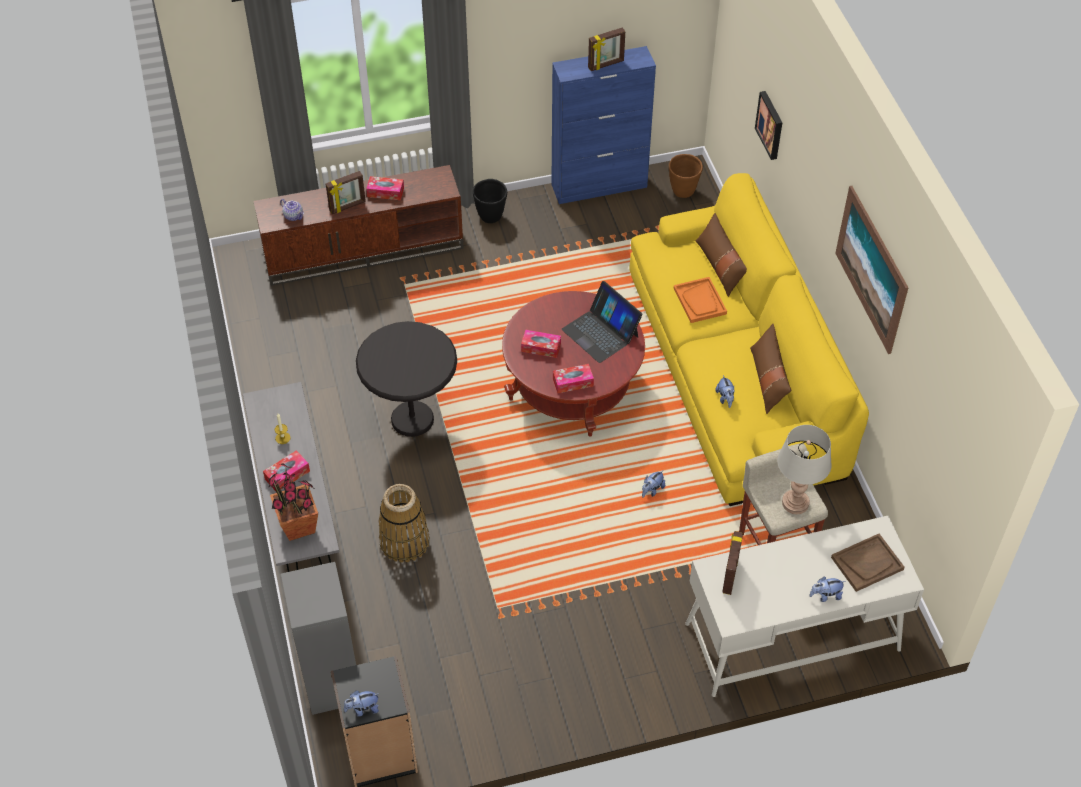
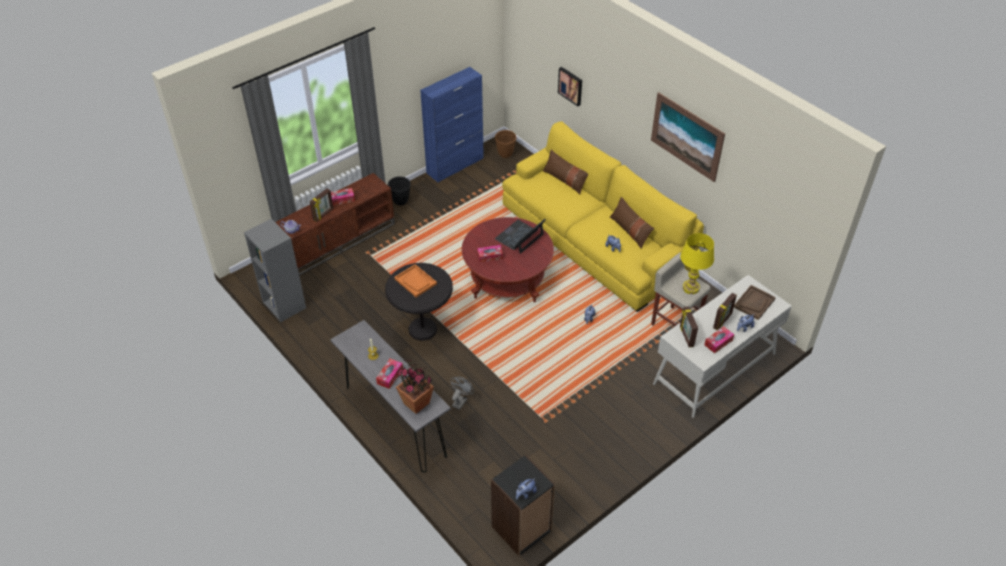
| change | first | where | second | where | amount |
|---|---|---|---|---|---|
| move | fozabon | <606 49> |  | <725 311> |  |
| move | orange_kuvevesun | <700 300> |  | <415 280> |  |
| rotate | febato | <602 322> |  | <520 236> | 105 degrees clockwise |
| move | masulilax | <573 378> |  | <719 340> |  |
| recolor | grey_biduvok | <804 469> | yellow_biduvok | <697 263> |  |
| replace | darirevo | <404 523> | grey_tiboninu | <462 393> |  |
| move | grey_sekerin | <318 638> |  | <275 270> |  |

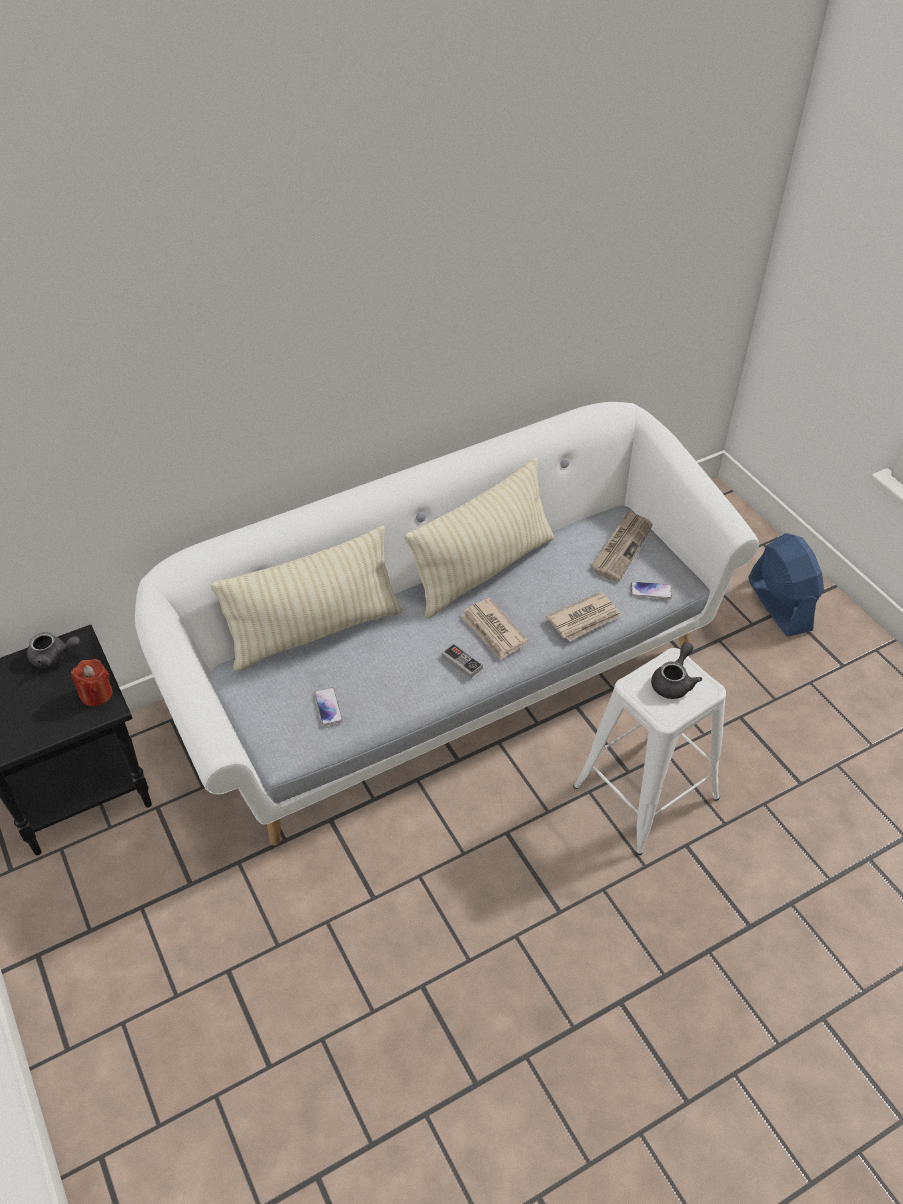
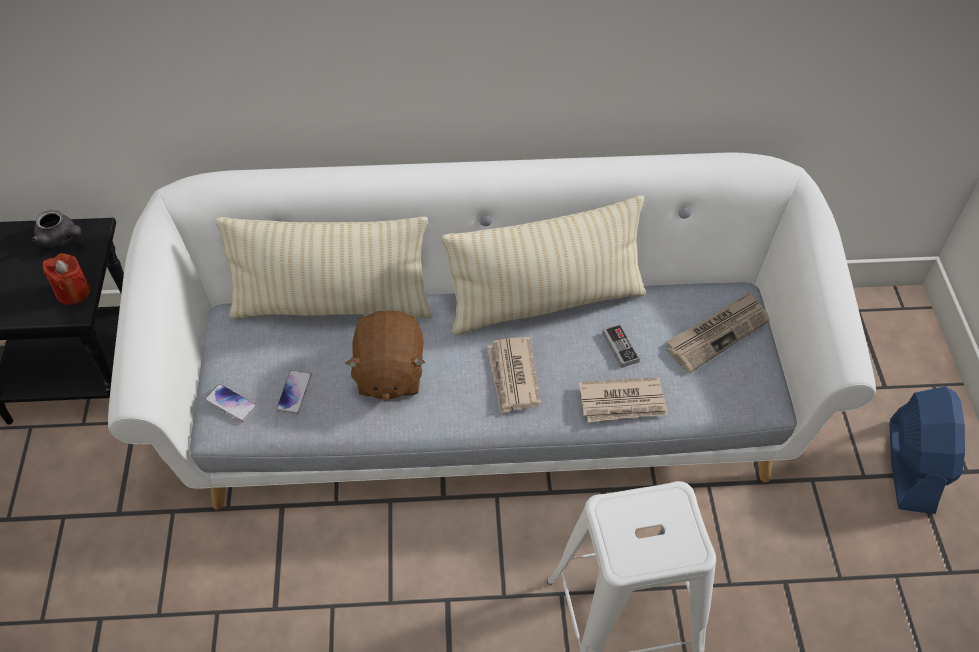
| change | first | where | second | where | amount |
|---|---|---|---|---|---|
| move | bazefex | <651 590> |  | <231 403> |  |
| delete | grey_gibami | <676 670> |  |  |  |
| move | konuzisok | <462 660> |  | <621 346> |  |
| insert |  |  | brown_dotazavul | <385 355> |  |

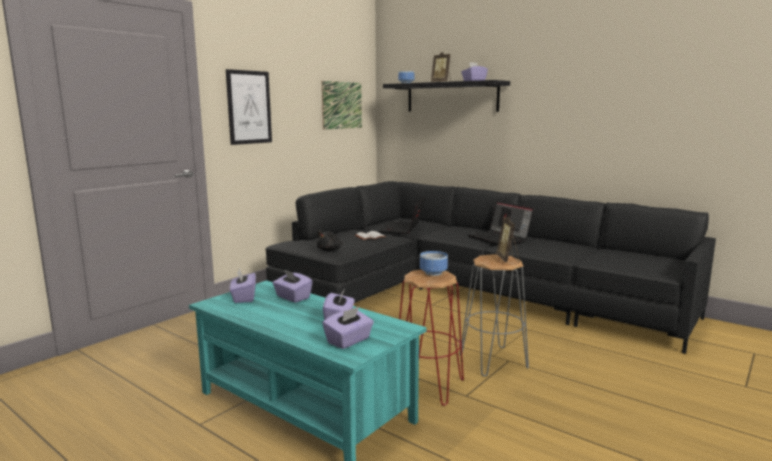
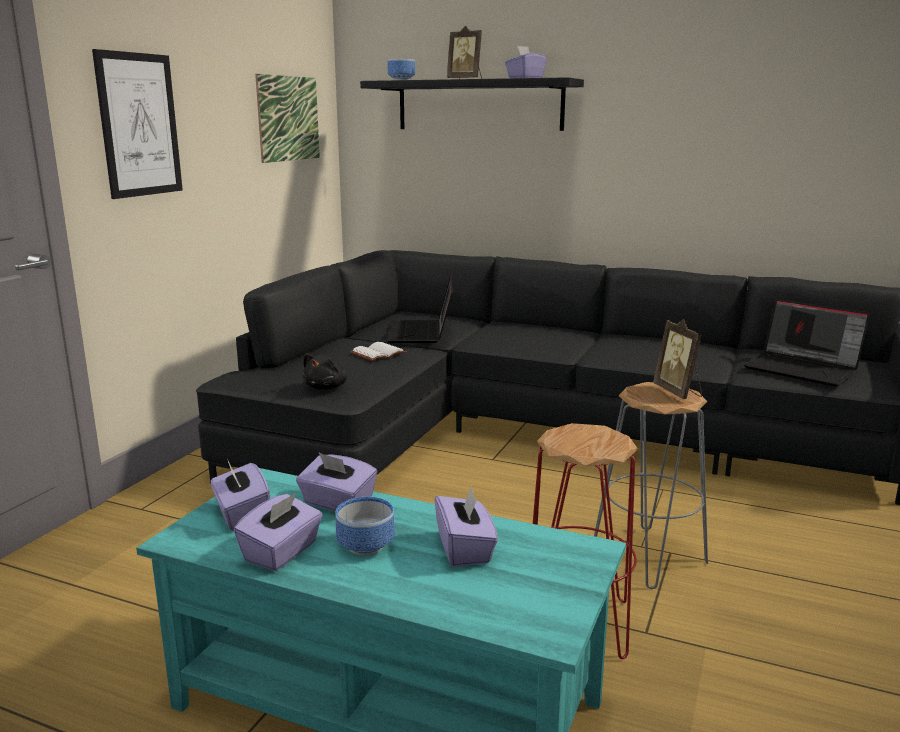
| change | first | where | second | where | amount |
|---|---|---|---|---|---|
| move | febato | <501 223> |  | <807 343> |  |
| move | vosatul | <434 263> |  | <365 526> |  |
| move | purple_masulilax | <348 328> |  | <278 531> |  |

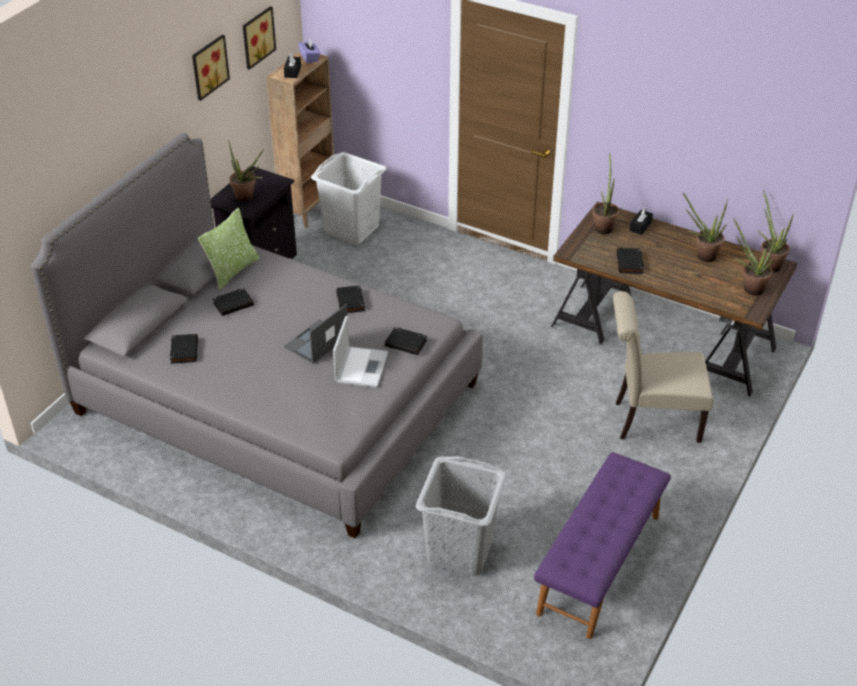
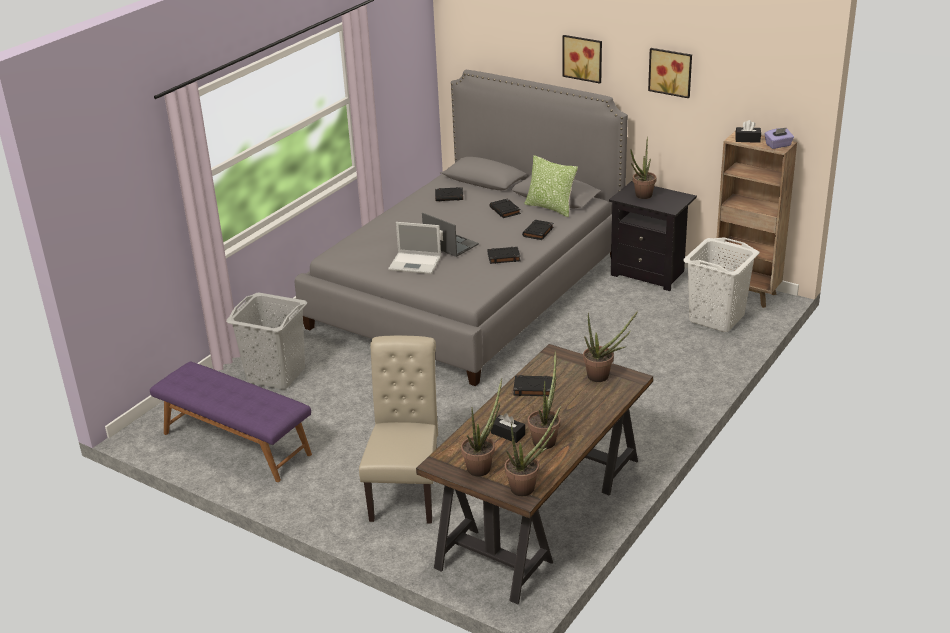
| change | first | where | second | where | amount |
|---|---|---|---|---|---|
| move | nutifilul | <259 38> |  | <582 59> |  |
| move | black_masulilax | <641 221> |  | <508 428> |  |
| move | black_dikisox | <406 341> |  | <538 230> |  |

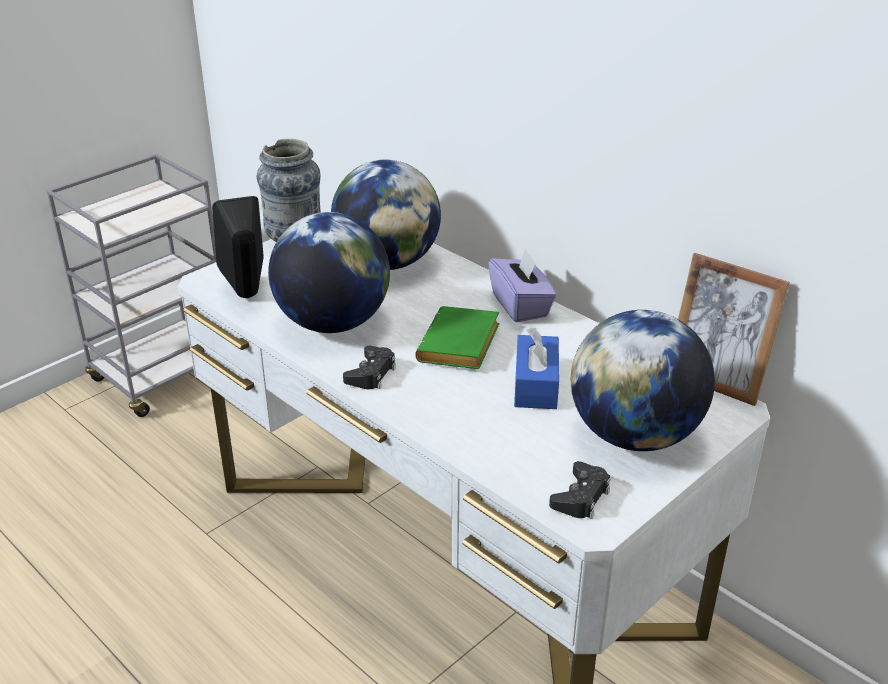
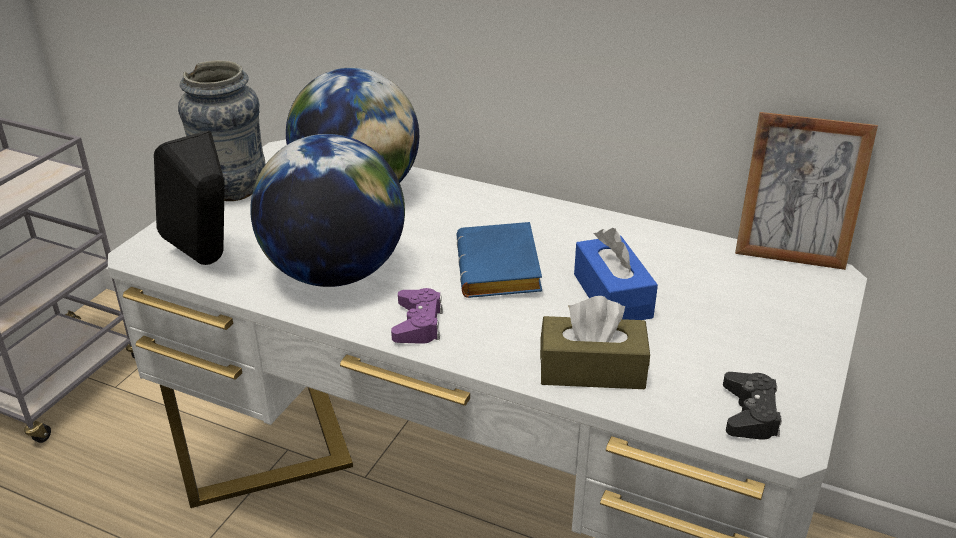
| change | first | where | second | where | amount |
|---|---|---|---|---|---|
| delete | purple_masulilax | <522 286> |  |  |  |
| recolor | green_dikisox | <457 337> | blue_dikisox | <499 260> |  |
| delete | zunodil | <643 380> |  |  |  |
| recolor | black_konuzisok | <369 367> | purple_konuzisok | <417 316> |  |
| insert |  |  | brown_masulilax | <595 342> |  |

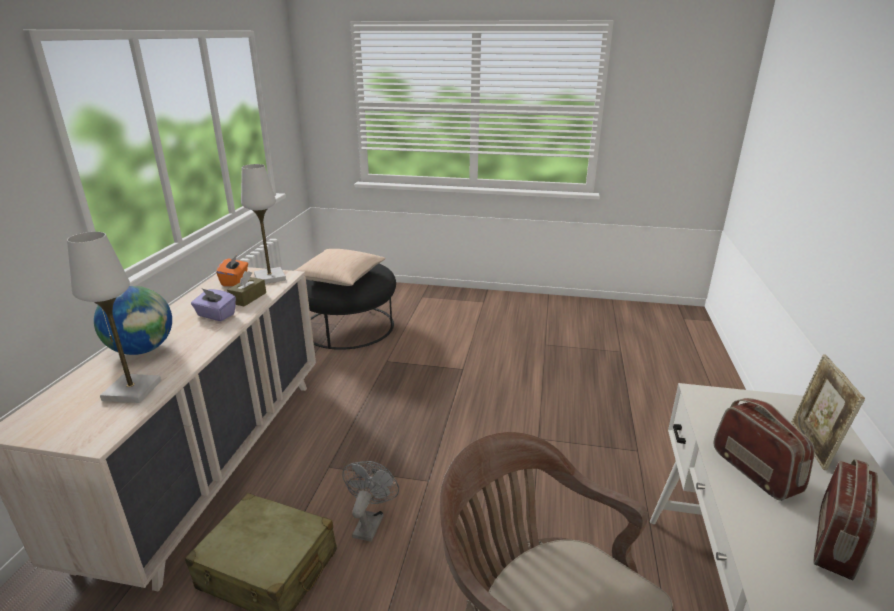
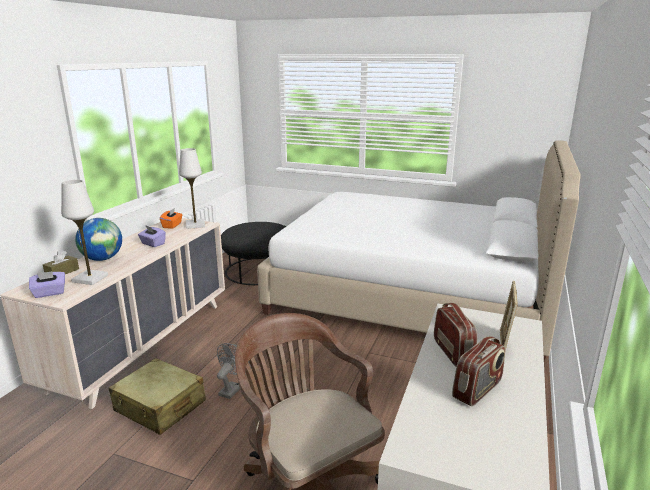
| change | first | where | second | where | amount |
|---|---|---|---|---|---|
| delete | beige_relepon | <340 267> |  |  |  |
| move | brown_masulilax | <246 289> |  | <61 262> |  |
| insert |  |  | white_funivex | <418 250> |  |
| insert |  |  | purple_masulilax | <47 284> |  |

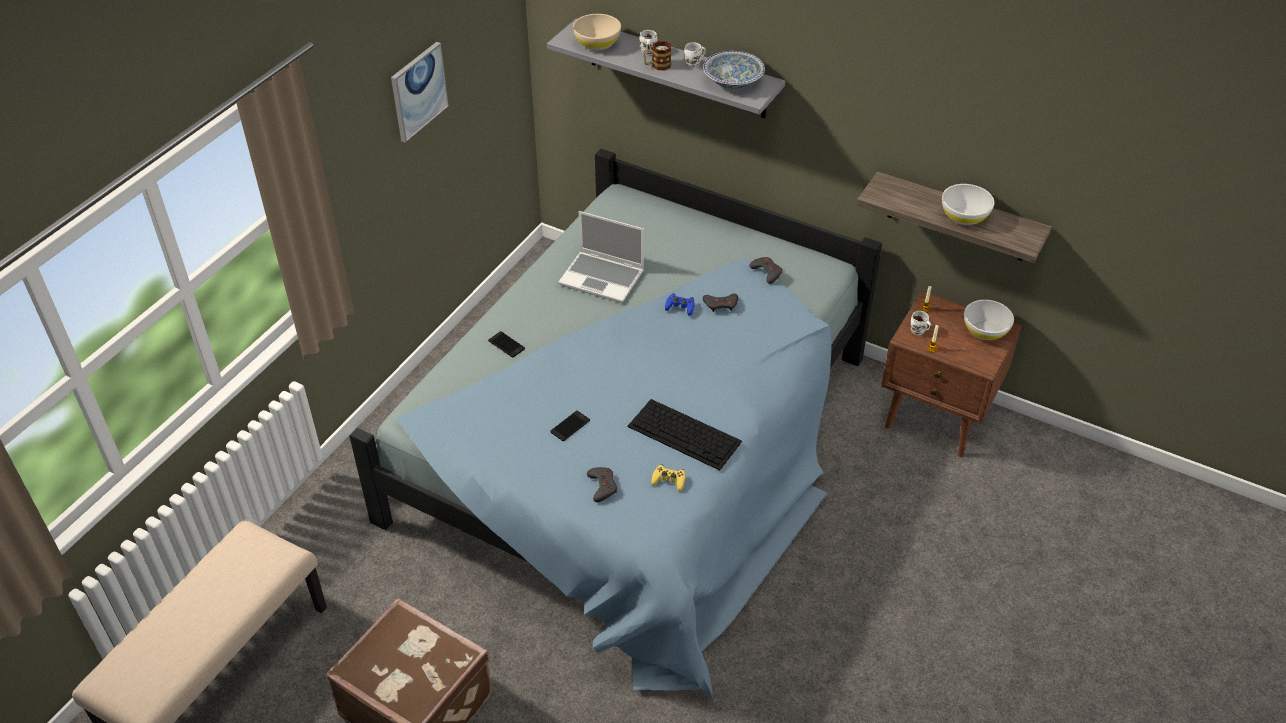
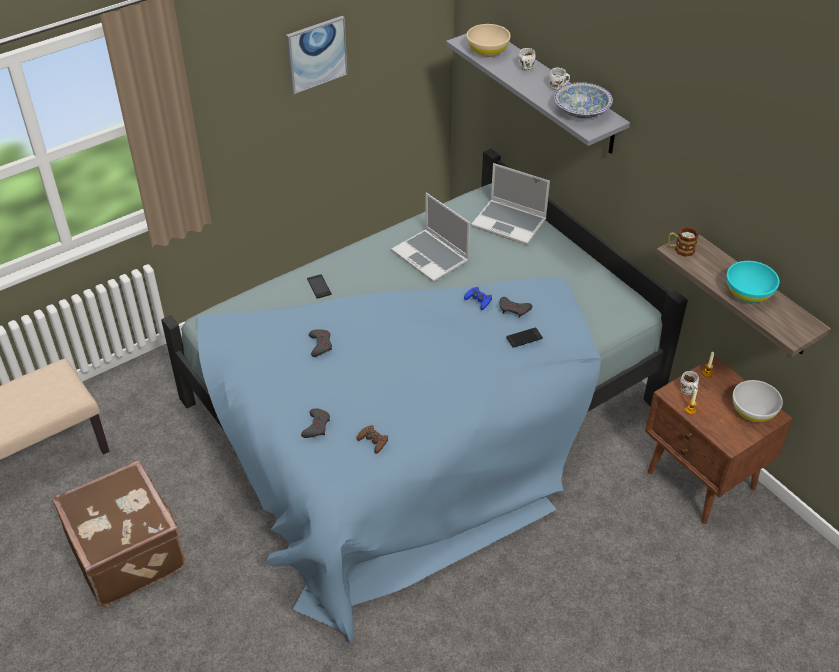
| change | first | where | second | where | amount |
|---|---|---|---|---|---|
| move | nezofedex | <657 56> |  | <683 242> |  |
| recolor | white_vosatul | <968 204> | turquoise_vosatul | <752 282> |  |
| move | grey_konuzisok | <765 270> |  | <320 343> |  |
| delete | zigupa | <684 435> |  |  |  |
| move | bazefex | <570 426> |  | <524 337> |  |
| recolor | yellow_konuzisok | <668 478> | brown_konuzisok | <372 439> |  |
| insert |  |  | febato | <510 204> |  |

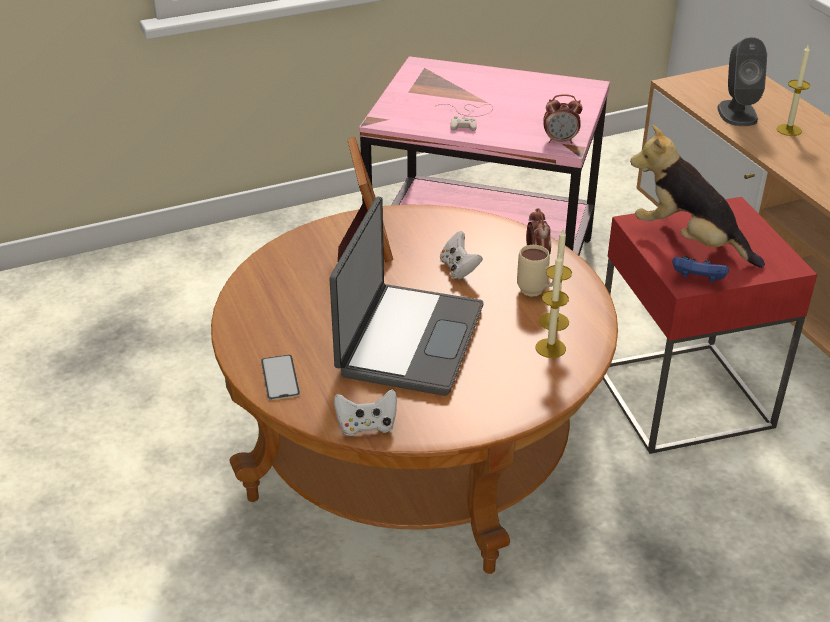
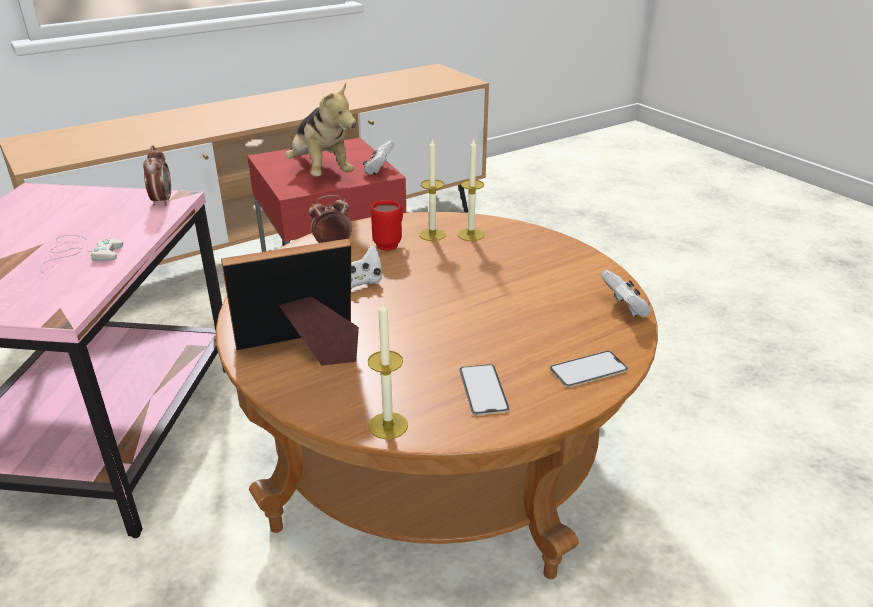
| change | first | where | second | where | amount |
|---|---|---|---|---|---|
| delete | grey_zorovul | <742 81> |  |  |  |
| move | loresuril | <793 90> |  | <388 369> |  |
| rotate | dotazavul | <697 196> |  | <320 129> | 60 degrees counterclockwise |
| delete | febato | <407 296> |  |  |  |
| recolor | beige_nezofedex | <535 271> | red_nezofedex | <387 225> |  |
| recolor | blue_konuzisok | <700 269> | white_konuzisok | <379 158> |  |
| insert |  |  | bazefex | <484 389> |  |

